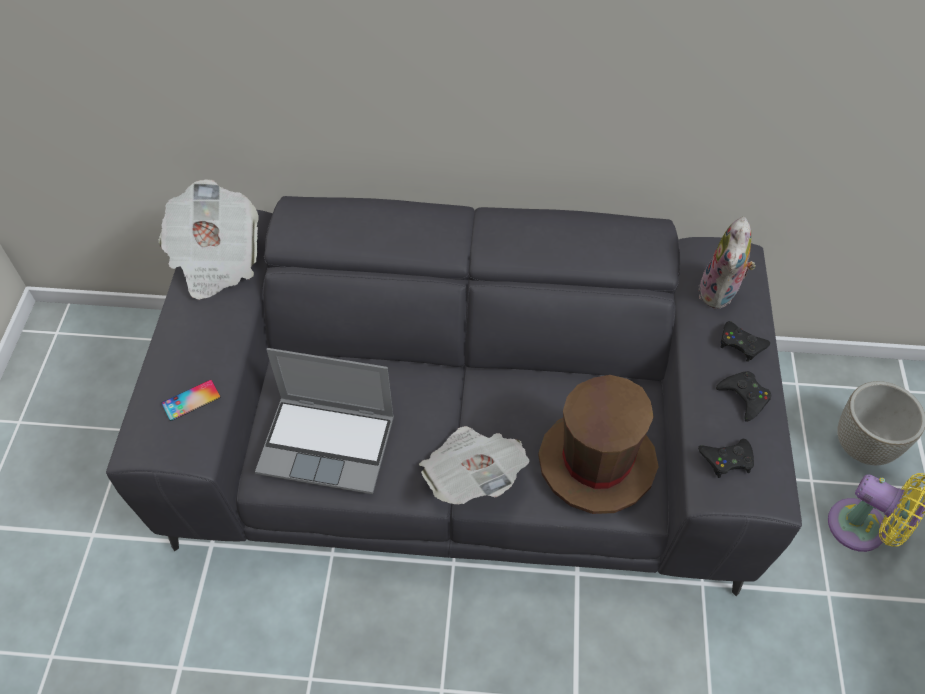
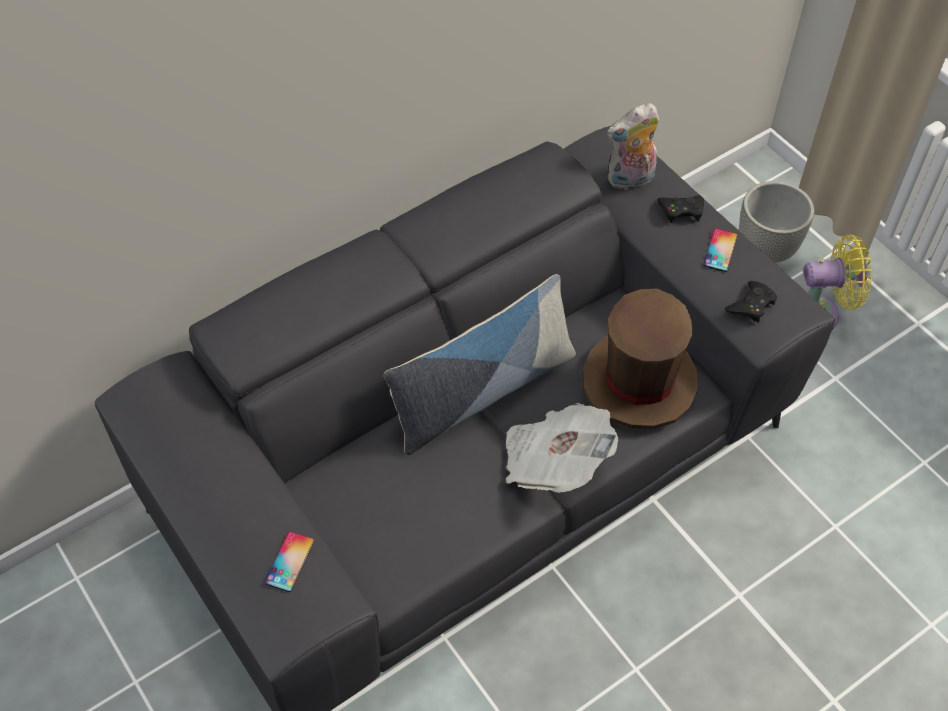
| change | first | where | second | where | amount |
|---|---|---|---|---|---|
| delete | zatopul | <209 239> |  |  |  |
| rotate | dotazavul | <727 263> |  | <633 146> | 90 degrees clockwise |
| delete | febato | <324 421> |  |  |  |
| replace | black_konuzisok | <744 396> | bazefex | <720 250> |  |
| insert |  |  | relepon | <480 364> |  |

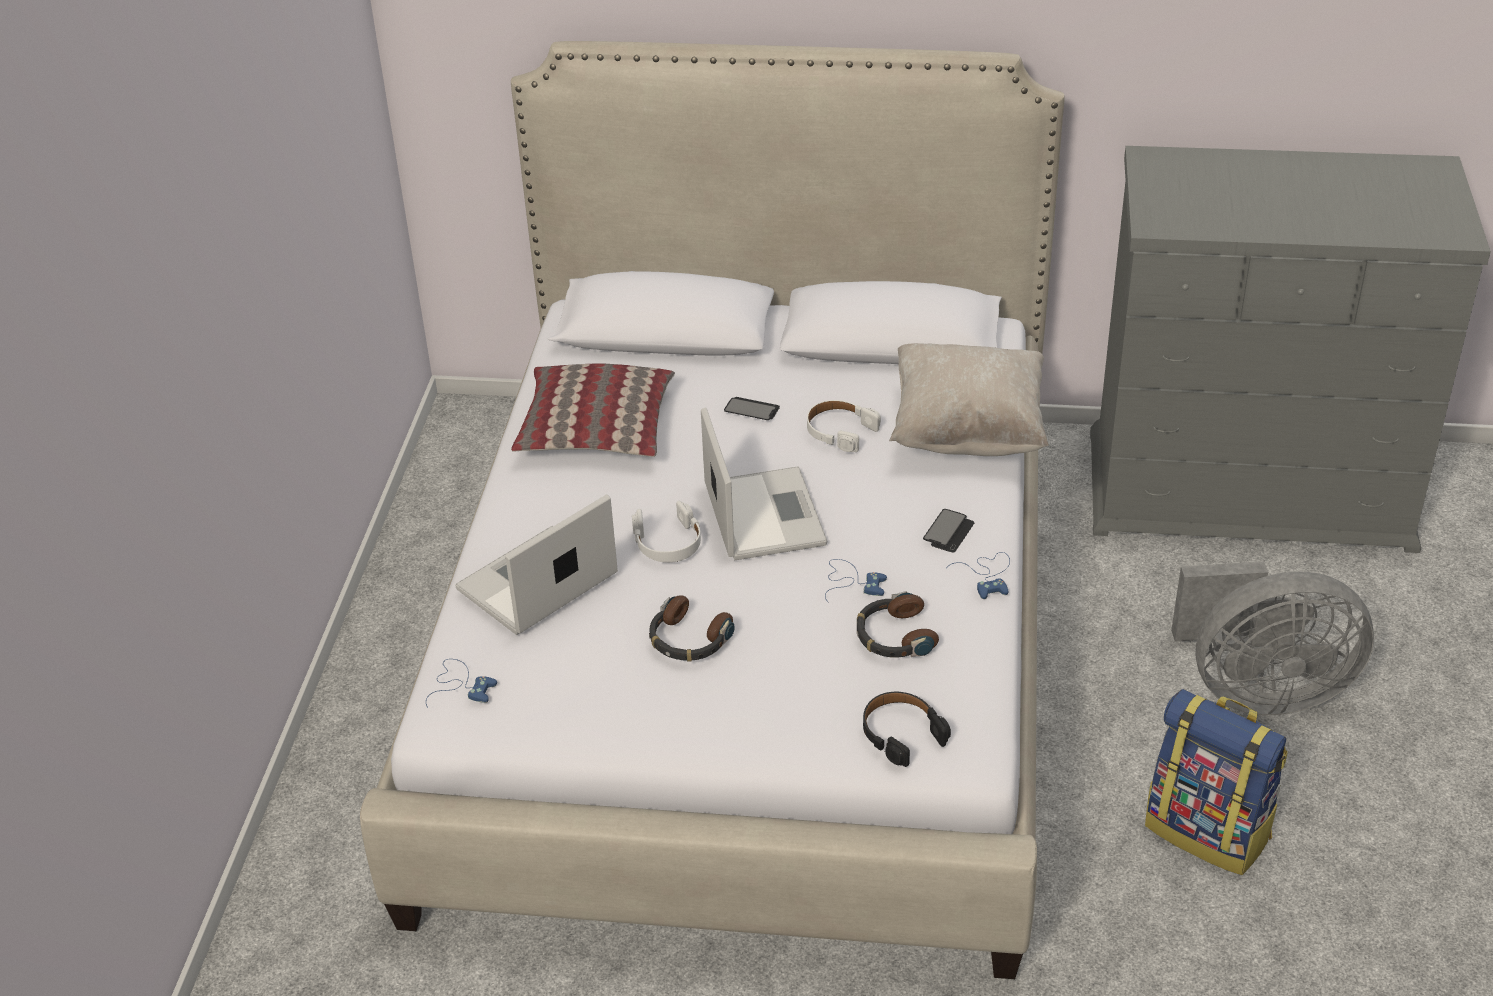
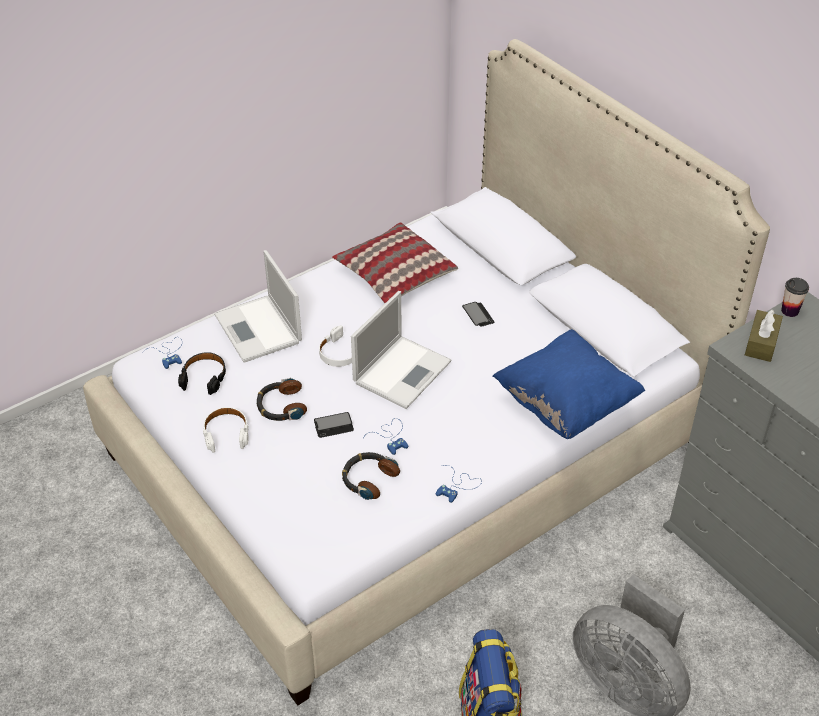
| change | first | where | second | where | amount |
|---|---|---|---|---|---|
| recolor | beige_relepon | <969 399> | blue_relepon | <568 384> |  |
| move | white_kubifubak | <844 426> |  | <225 429> |  |
| rotate | febato | <536 564> |  | <258 306> | 120 degrees counterclockwise |
| move | bazefex | <948 530> |  | <334 425> |  |
| move | black_kubifubak | <907 729> |  | <202 373> |  |
| insert |  |  | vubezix | <795 297> |  |
| insert |  |  | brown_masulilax | <764 336> |  |

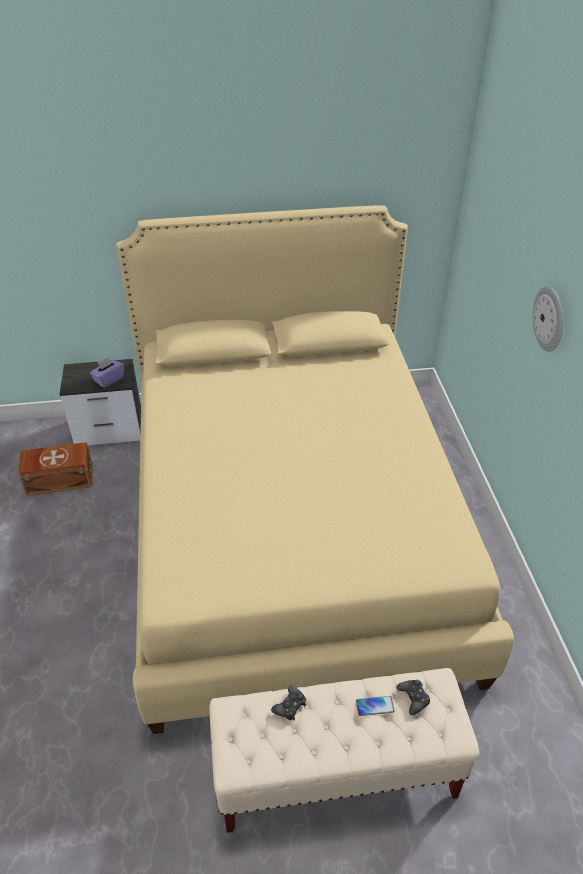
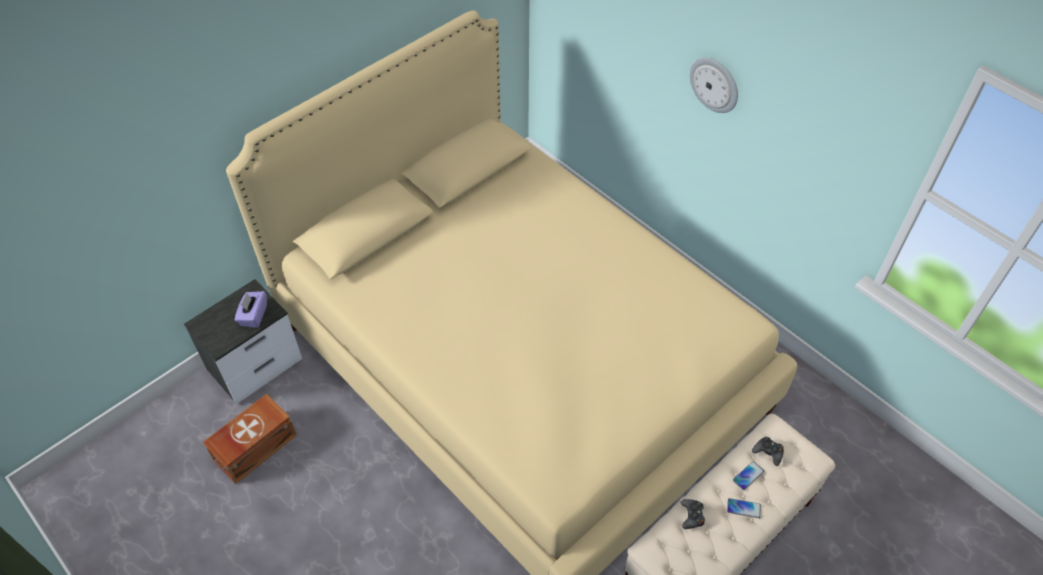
| change | first | where | second | where | amount |
|---|---|---|---|---|---|
| insert |  |  | bazefex | <744 508> |  |

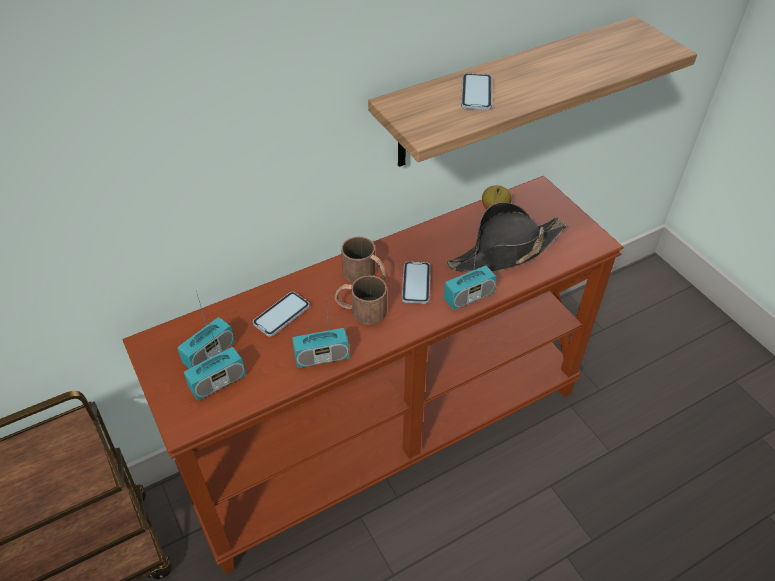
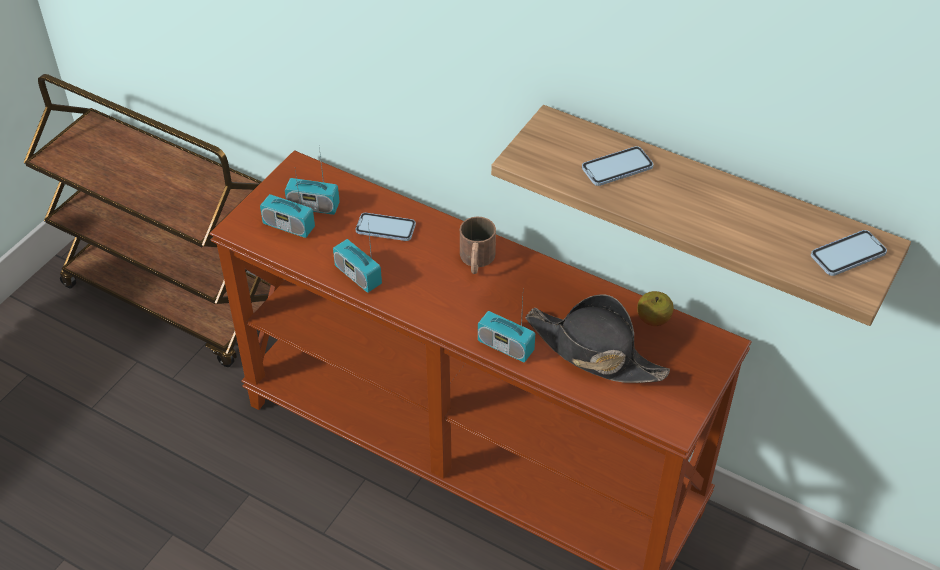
| change | first | where | second | where | amount |
|---|---|---|---|---|---|
| move | bazefex | <416 283> |  | <849 253> |  |
| delete | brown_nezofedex | <361 300> |  |  |  |

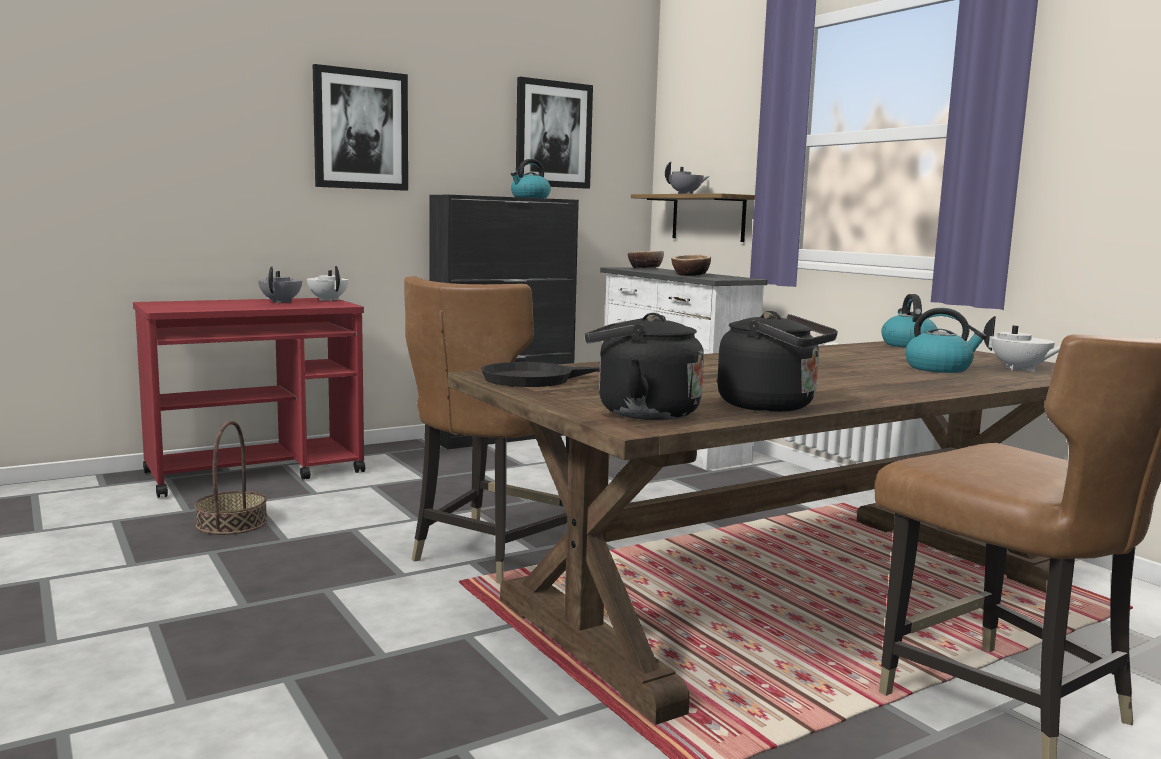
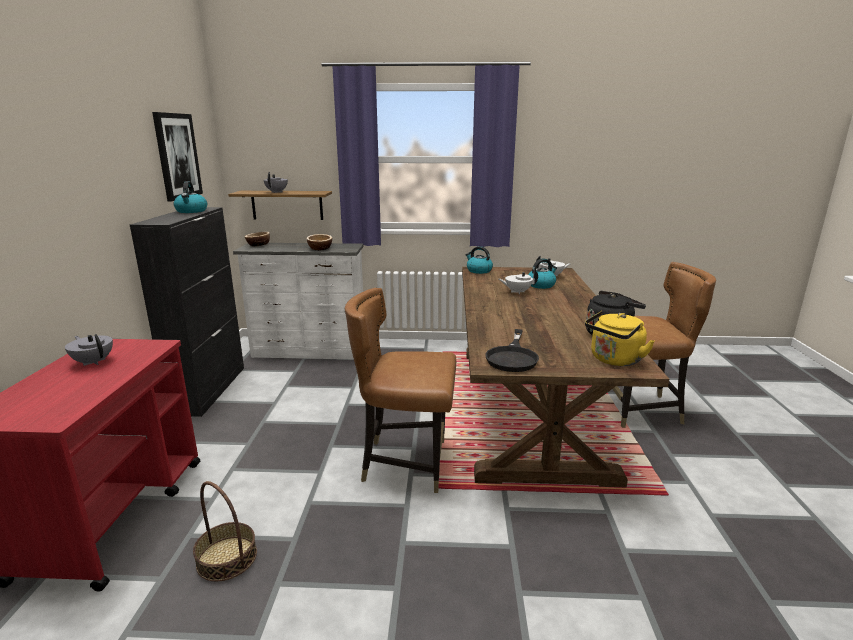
| change | first | where | second | where | amount |
|---|---|---|---|---|---|
| delete | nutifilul | <360 127> |  |  |  |
| move | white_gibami | <328 283> |  | <518 281> |  |
| rotate | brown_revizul | <486 429> |  | <400 390> | 120 degrees clockwise |
| recolor | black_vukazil | <644 366> | yellow_vukazil | <620 338> |  |

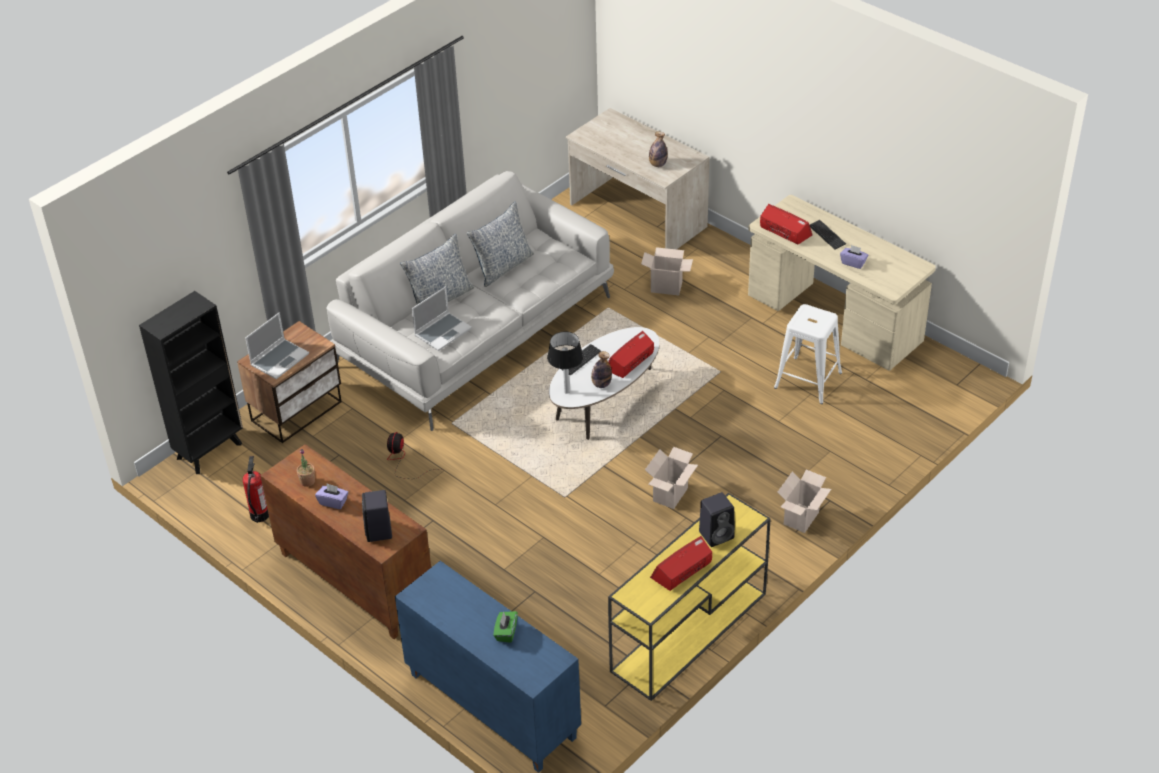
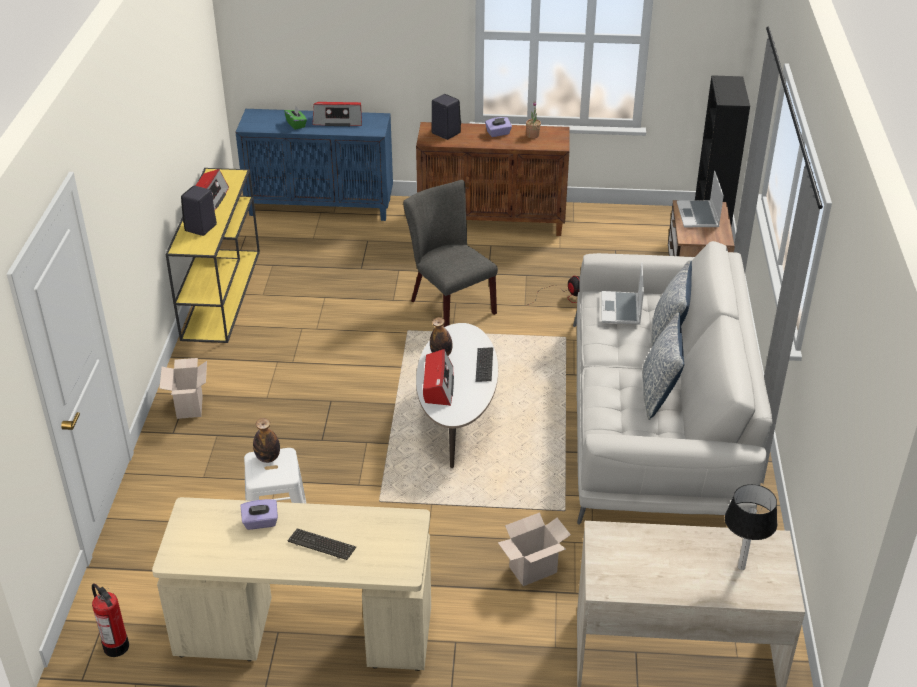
| change | first | where | second | where | amount |
|---|---|---|---|---|---|
| move | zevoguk | <658 149> |  | <266 440> |  |
| move | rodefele | <786 224> |  | <337 114> |  |
| move | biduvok | <565 362> |  | <751 527> |  |
| delete | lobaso | <671 478> |  |  |  |
| move | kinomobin | <256 489> |  | <110 620> |  |
| insert |  |  | grey_revizul | <450 253> |  |

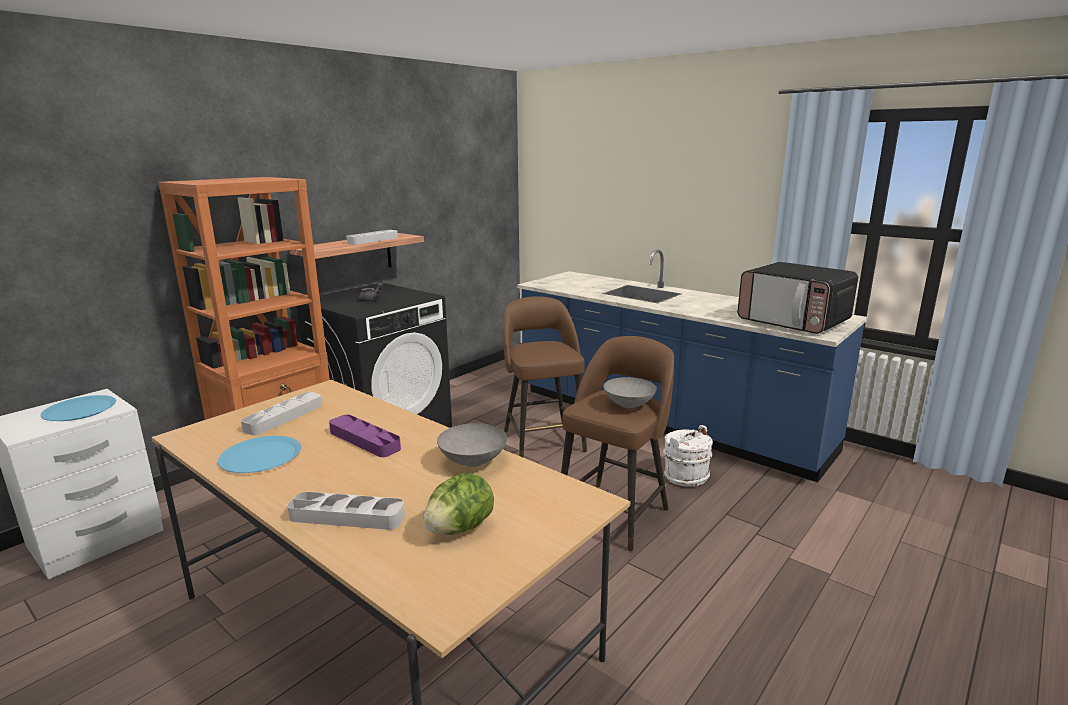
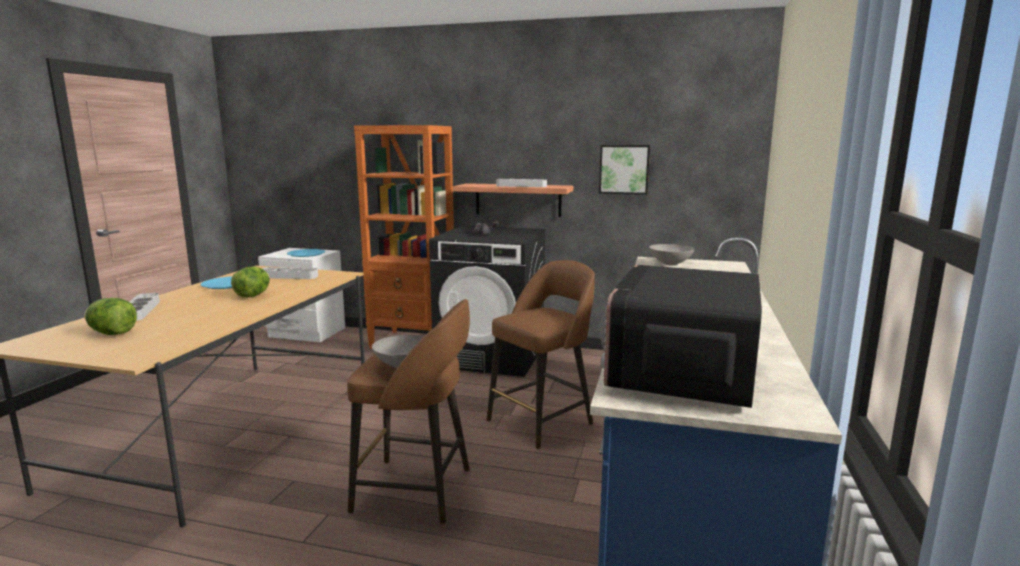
| change | first | where | second | where | amount |
|---|---|---|---|---|---|
| replace | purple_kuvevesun | <365 436> | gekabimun | <250 281> |  |
| move | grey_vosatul | <472 445> |  | <672 254> |  |
| delete | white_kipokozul | <688 456> |  |  |  |
| insert |  |  | nutifilul | <624 170> |  |

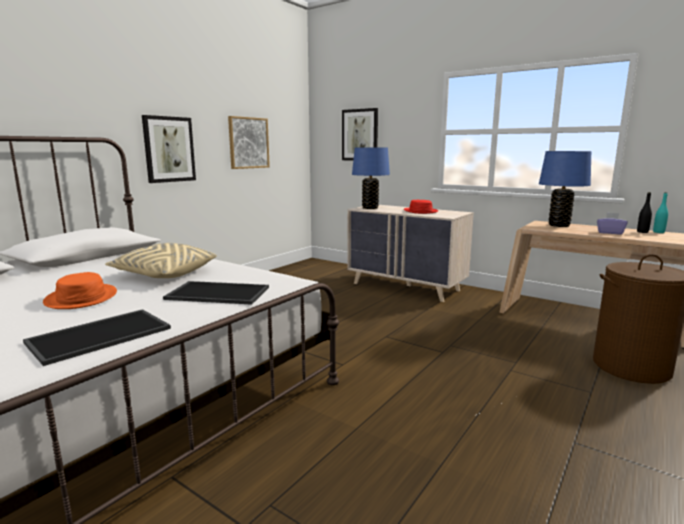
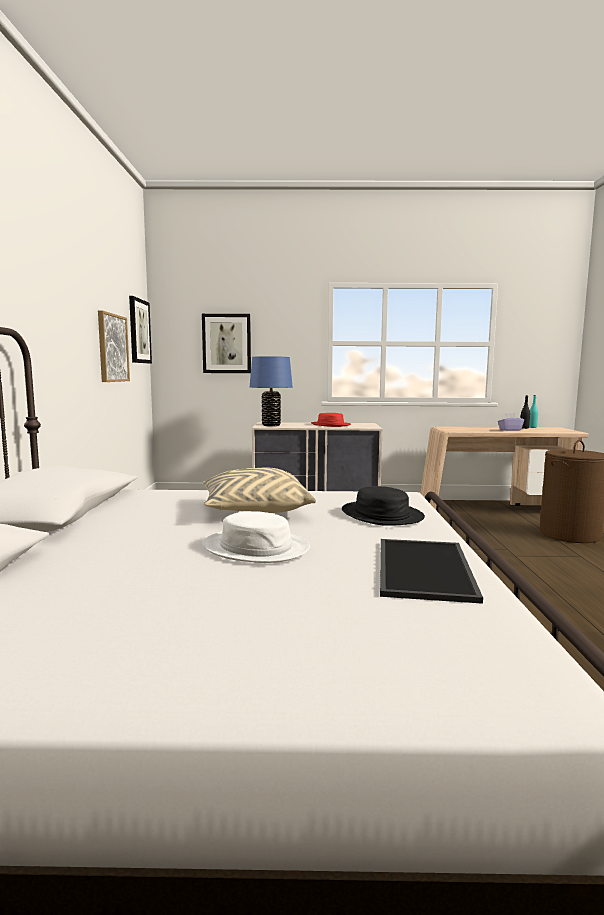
| change | first | where | second | where | amount |
|---|---|---|---|---|---|
| move | nutifilul | <169 149> |  | <140 329> |  |
| delete | blue_biduvok | <565 189> |  |  |  |
| recolor | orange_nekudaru | <80 290> | white_nekudaru | <256 537> |  |
| replace | kuvevesun | <216 293> | black_nekudaru | <383 506> |  |

